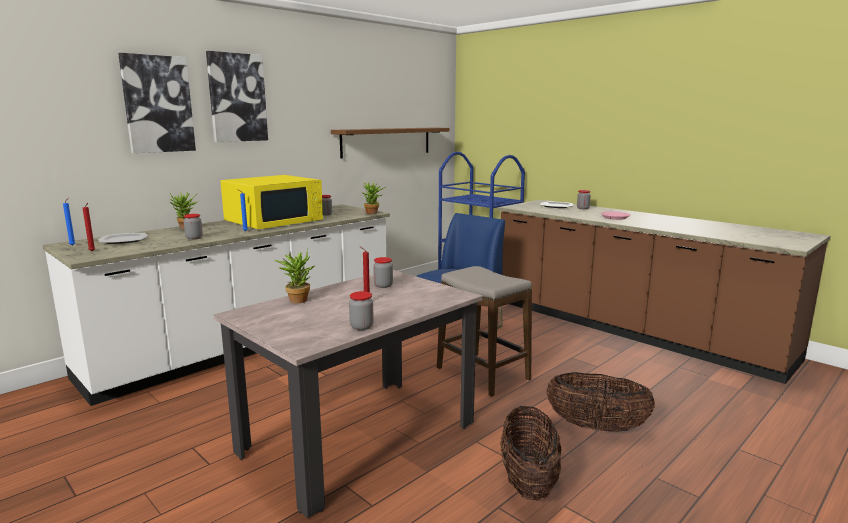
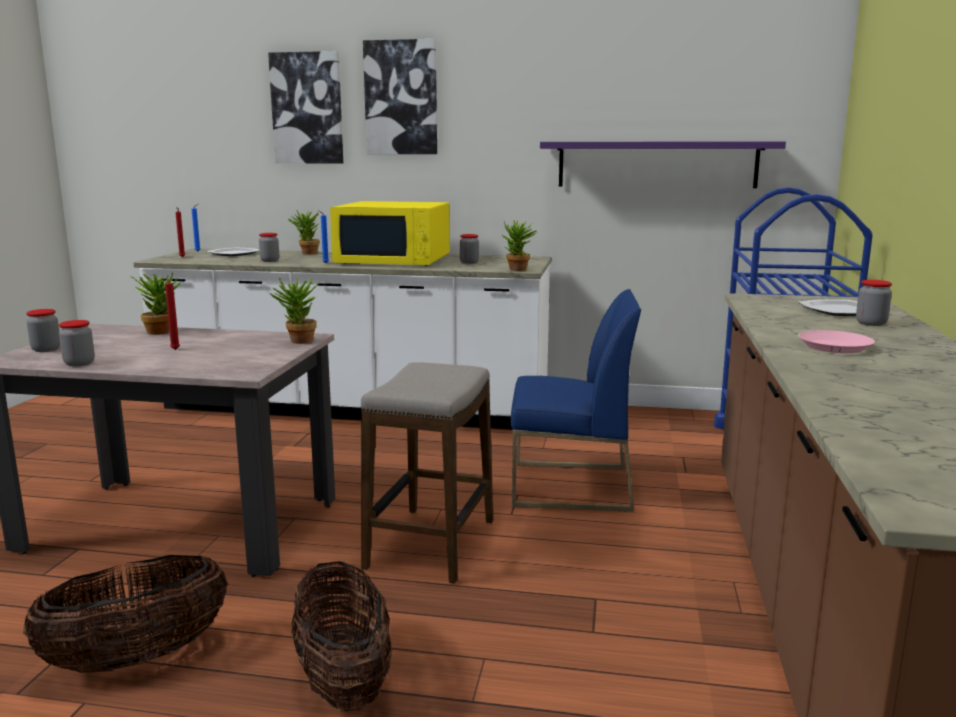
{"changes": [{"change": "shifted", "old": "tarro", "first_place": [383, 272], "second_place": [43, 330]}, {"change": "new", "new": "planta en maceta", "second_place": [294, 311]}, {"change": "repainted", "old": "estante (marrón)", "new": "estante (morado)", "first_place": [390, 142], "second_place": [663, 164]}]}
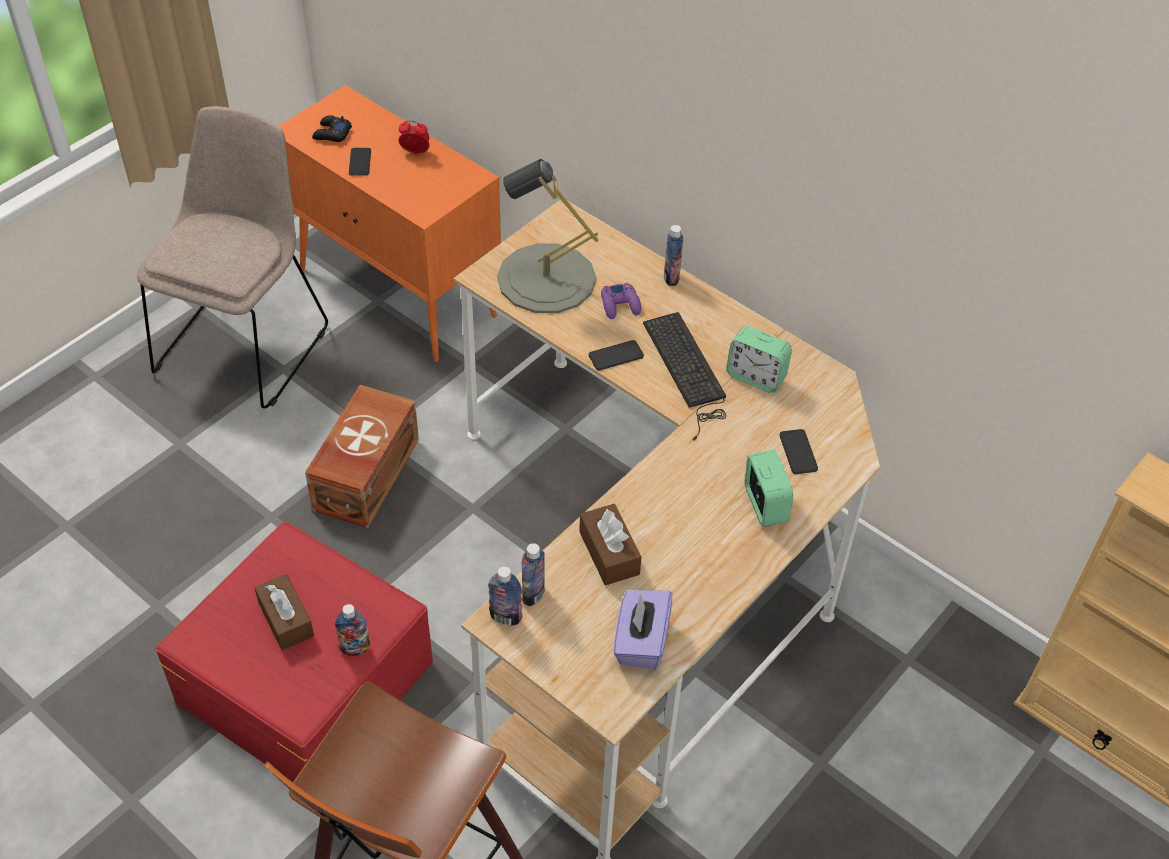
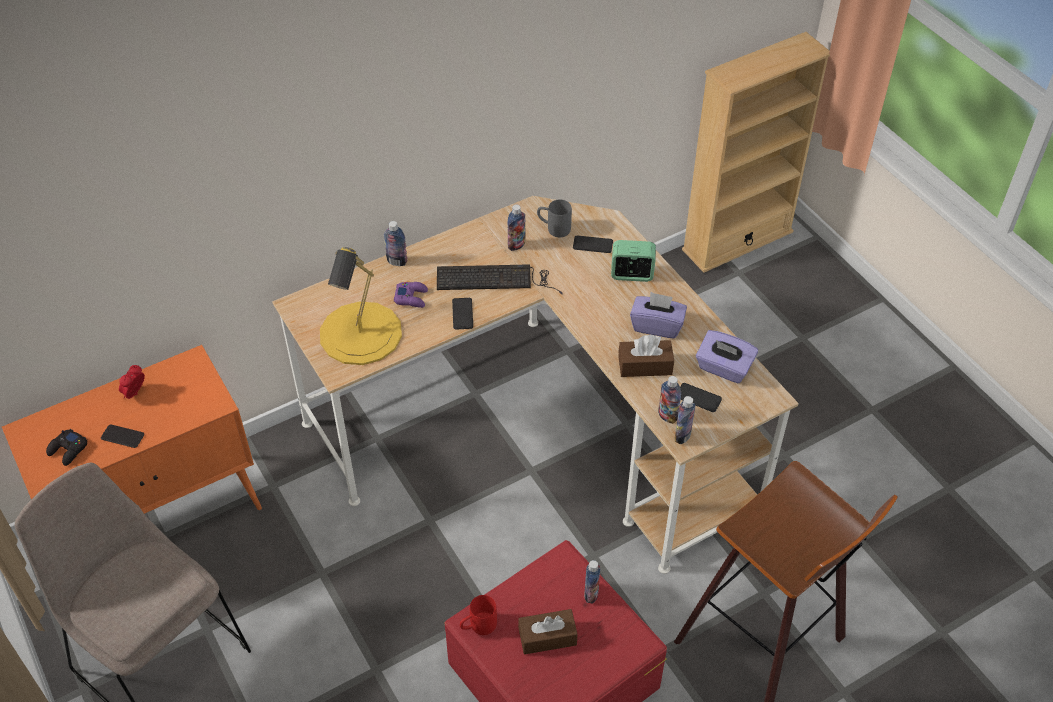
{"changes": [{"change": "repainted", "old": "lámpara de mesa (gris)", "new": "lámpara de mesa (amarillo)", "first_place": [547, 236], "second_place": [361, 306]}, {"change": "new", "new": "taza grande (rojo)", "second_place": [478, 615]}, {"change": "swapped", "old": "despertador", "new": "botella", "first_place": [759, 359], "second_place": [516, 227]}, {"change": "new", "new": "taza grande (gris)", "second_place": [554, 218]}, {"change": "new", "new": "caja de pañuelos (morado)", "second_place": [658, 315]}, {"change": "new", "new": "móvil", "second_place": [701, 397]}, {"change": "gone", "old": "caja de almacenaje (marrón)", "first_place": [362, 456]}]}
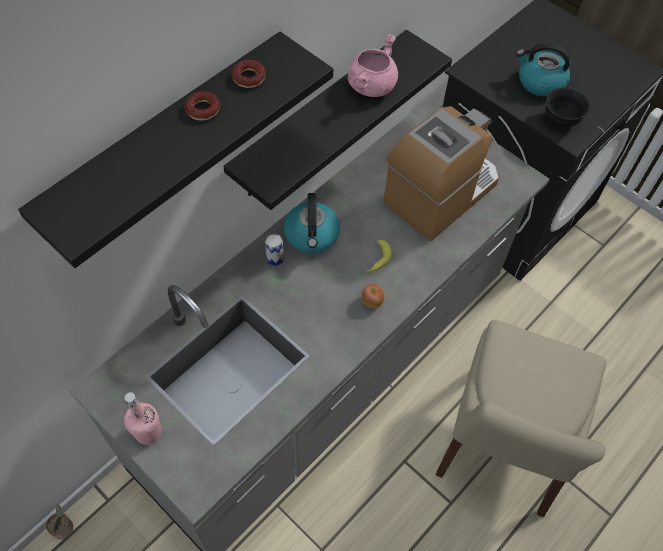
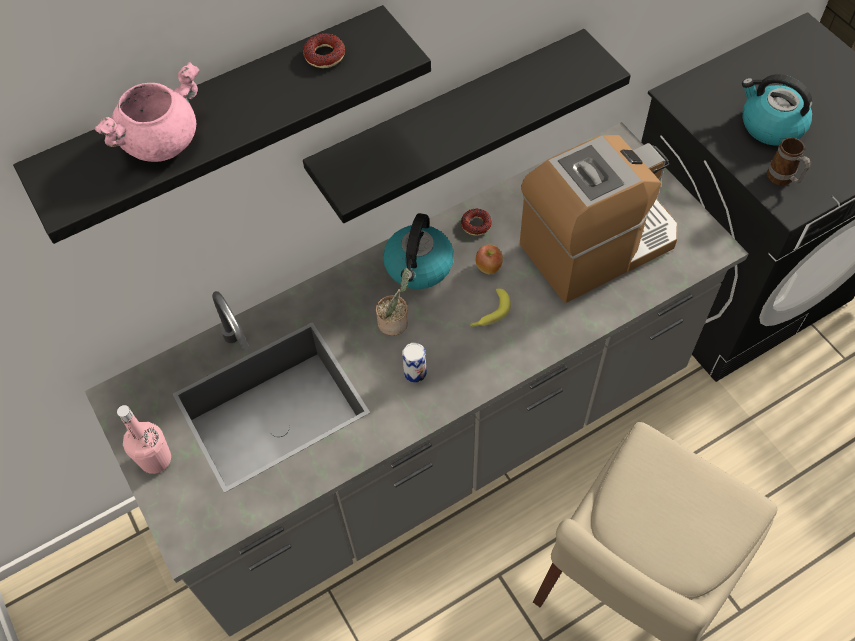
{"changes": [{"change": "shifted", "old": "olla (rosa)", "first_place": [372, 65], "second_place": [147, 112]}, {"change": "shifted", "old": "planta en maceta", "first_place": [59, 522], "second_place": [392, 302]}, {"change": "shifted", "old": "lata", "first_place": [274, 250], "second_place": [414, 363]}, {"change": "shifted", "old": "rosquilla", "first_place": [202, 106], "second_place": [476, 222]}, {"change": "shifted", "old": "manzana", "first_place": [373, 296], "second_place": [489, 259]}, {"change": "swapped", "old": "cuenco (negro)", "new": "taza grande", "first_place": [568, 107], "second_place": [789, 161]}]}
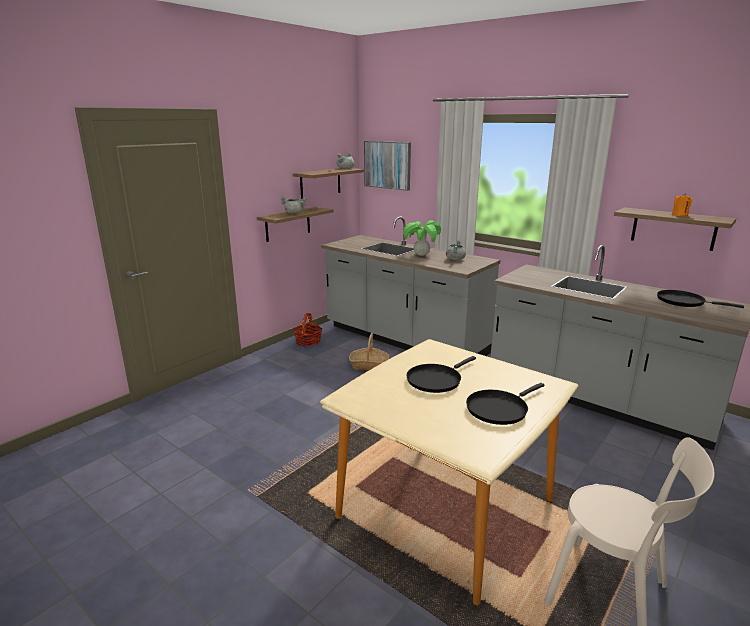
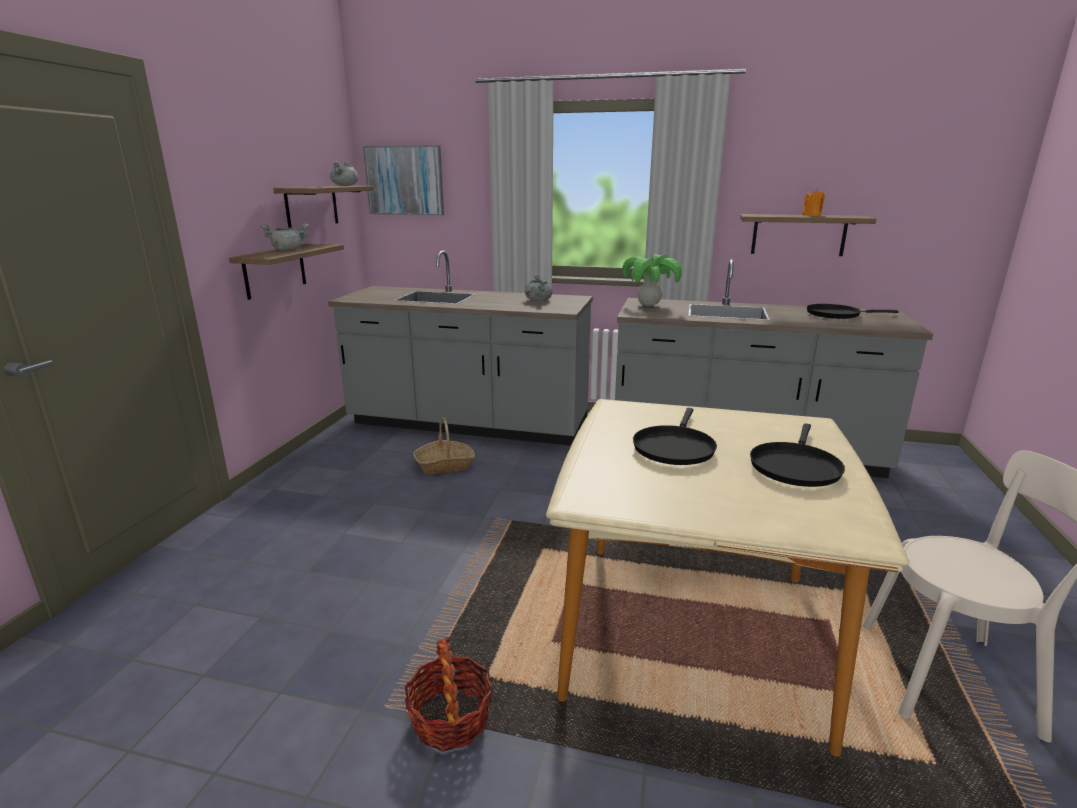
{"changes": [{"change": "shifted", "old": "cesta", "first_place": [307, 329], "second_place": [449, 694]}, {"change": "shifted", "old": "planta en maceta", "first_place": [422, 238], "second_place": [651, 280]}]}
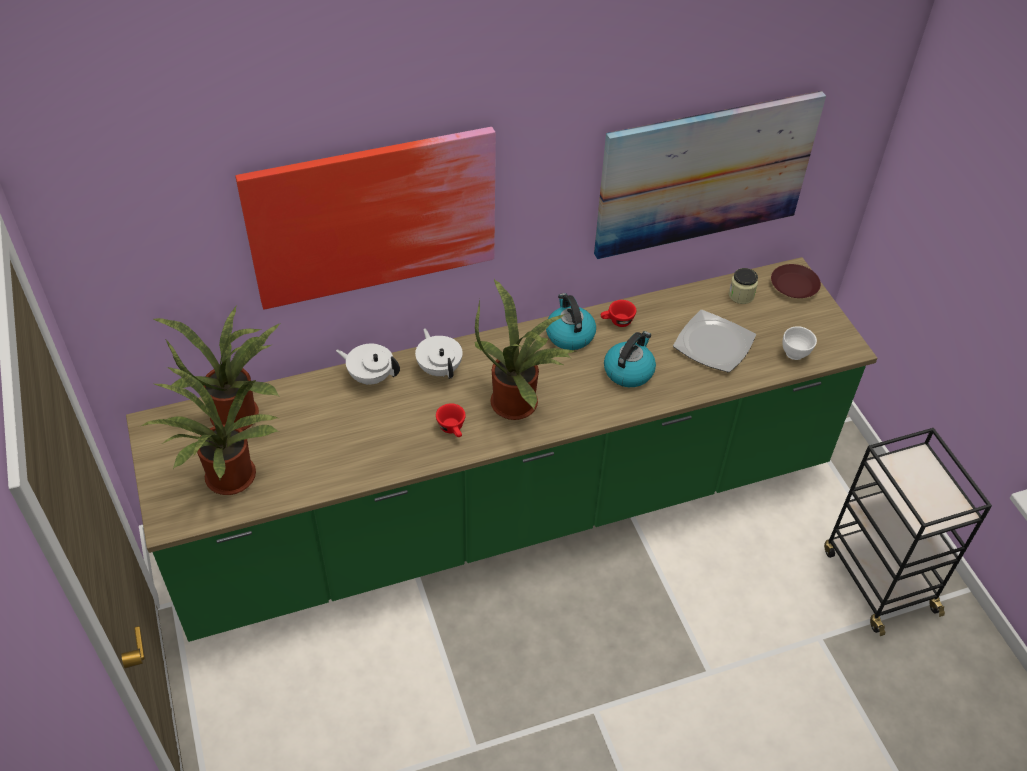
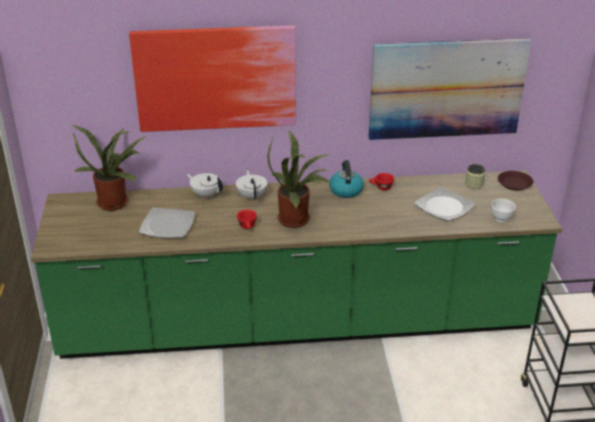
{"changes": [{"change": "new", "new": "plato", "second_place": [167, 222]}, {"change": "gone", "old": "planta en maceta", "first_place": [210, 431]}, {"change": "gone", "old": "hervidor", "first_place": [630, 359]}]}
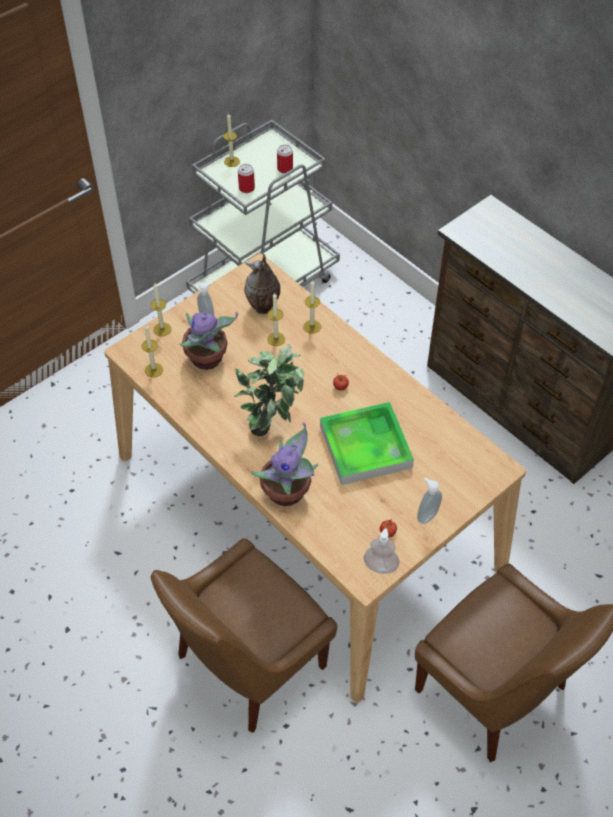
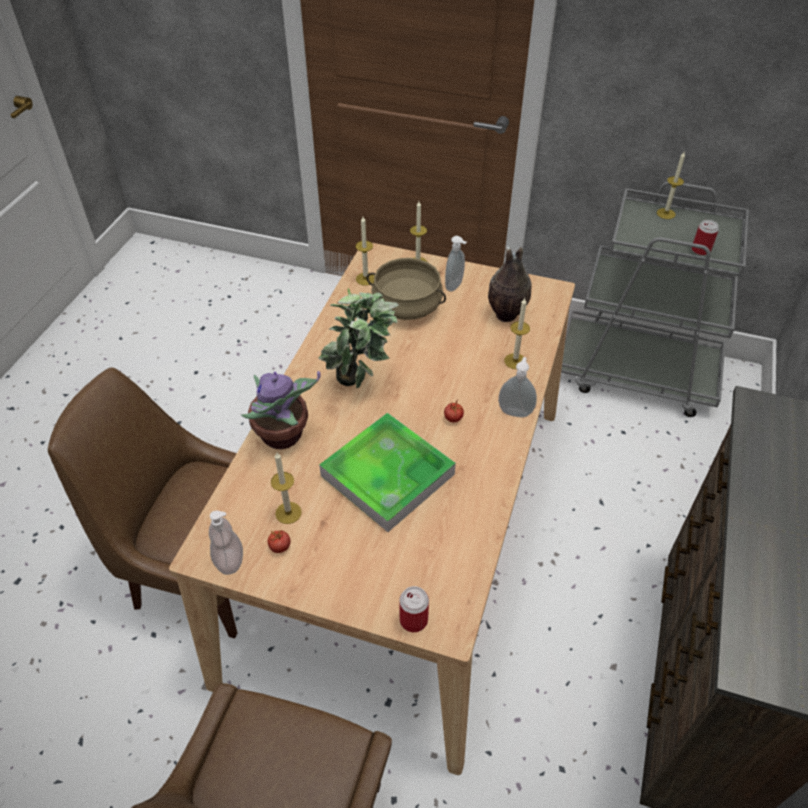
{"changes": [{"change": "shifted", "old": "vela", "first_place": [276, 319], "second_place": [286, 488]}, {"change": "swapped", "old": "planta en maceta", "new": "olla (beis)", "first_place": [208, 341], "second_place": [406, 289]}, {"change": "shifted", "old": "lata", "first_place": [246, 178], "second_place": [414, 609]}, {"change": "shifted", "old": "dispensador de jabón", "first_place": [429, 501], "second_place": [517, 387]}]}
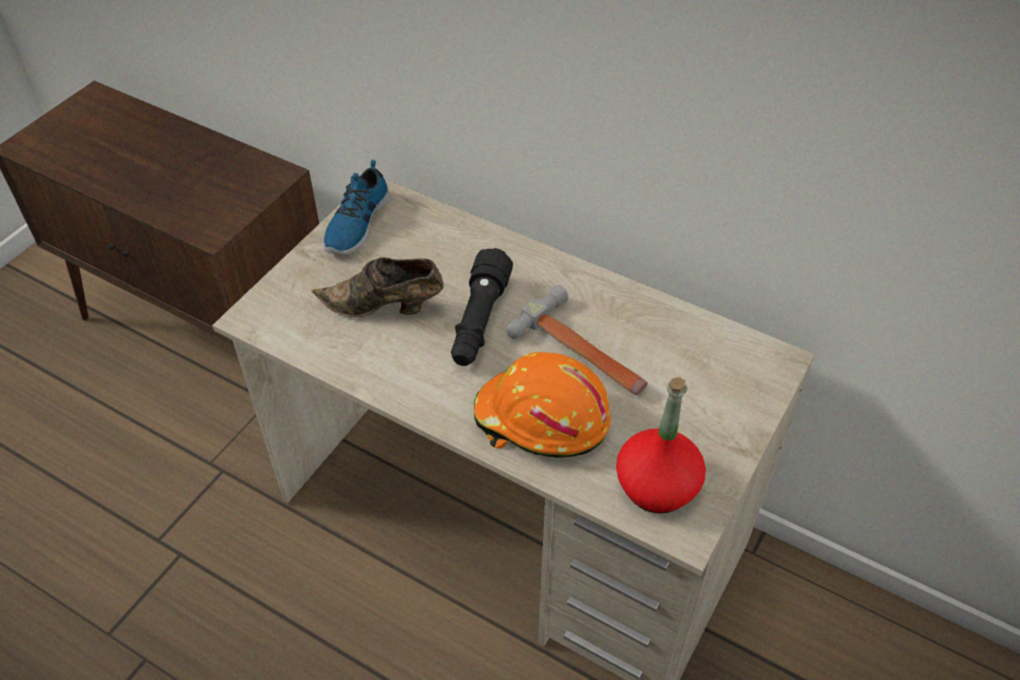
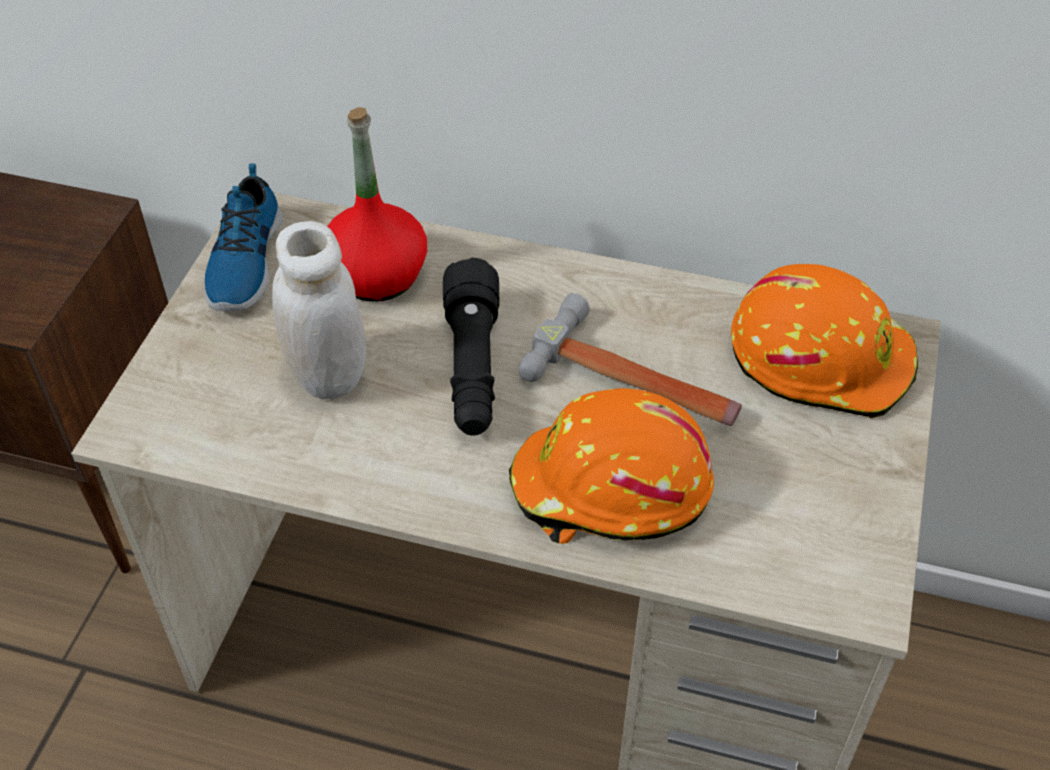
{"changes": [{"change": "swapped", "old": "zapato (marrón)", "new": "tarro (blanco)", "first_place": [378, 287], "second_place": [319, 310]}, {"change": "shifted", "old": "botella (rojo)", "first_place": [661, 445], "second_place": [377, 204]}, {"change": "new", "new": "casco (naranja)", "second_place": [824, 341]}]}
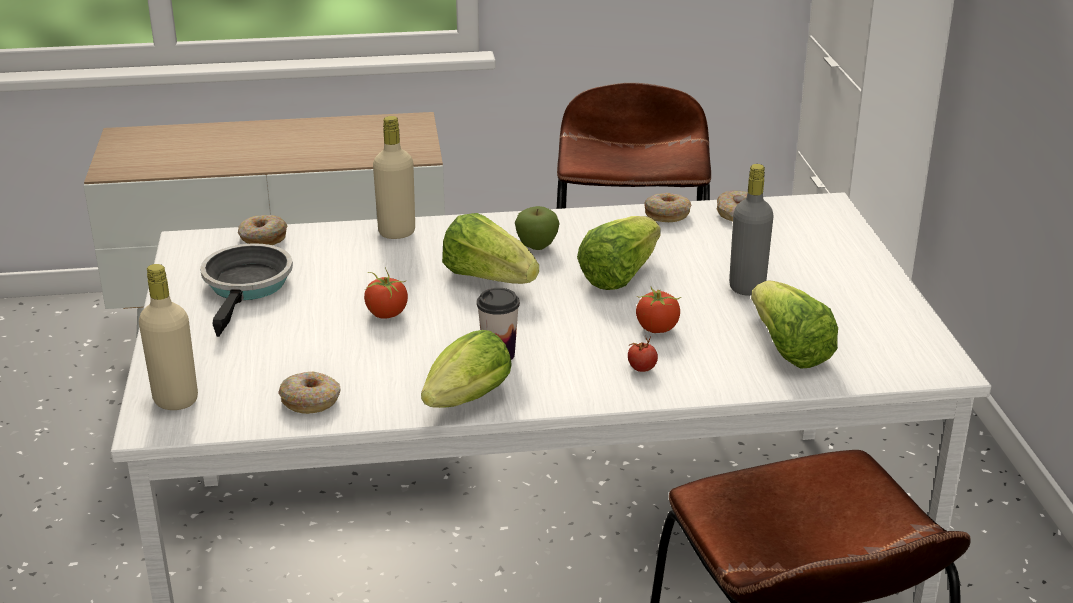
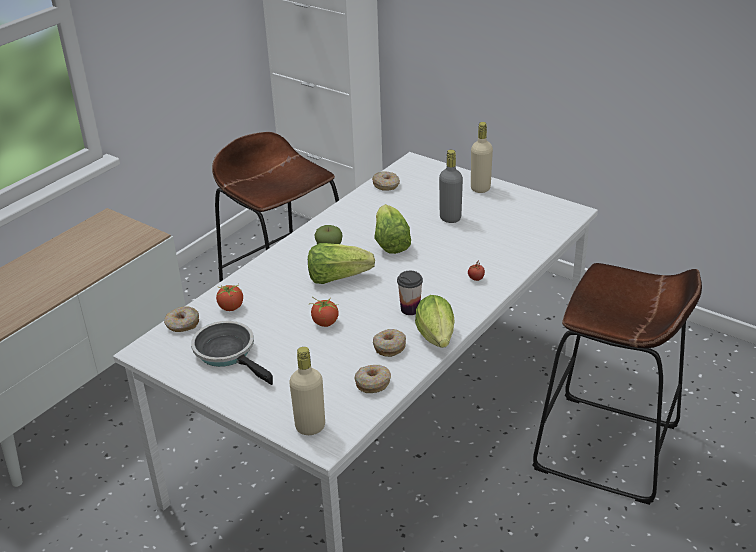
{"changes": [{"change": "shifted", "old": "tomate", "first_place": [659, 310], "second_place": [229, 298]}, {"change": "shifted", "old": "rosquilla", "first_place": [667, 207], "second_place": [389, 343]}, {"change": "shifted", "old": "botella (beis)", "first_place": [394, 177], "second_place": [482, 157]}, {"change": "gone", "old": "lechuga", "first_place": [794, 324]}]}
